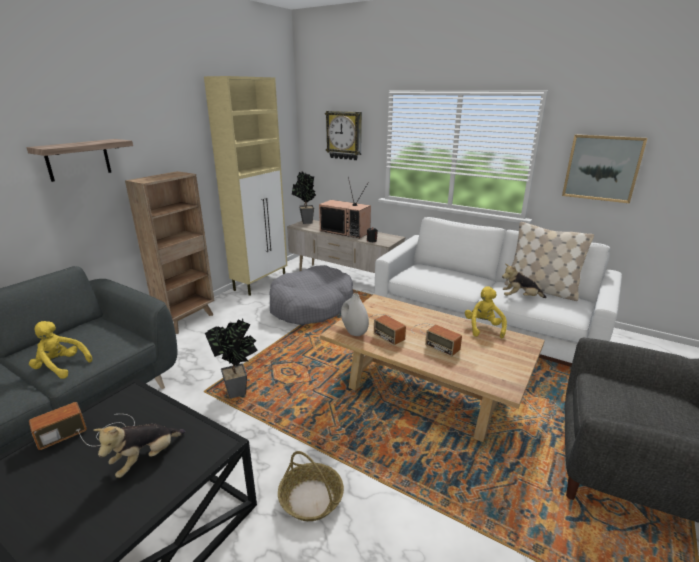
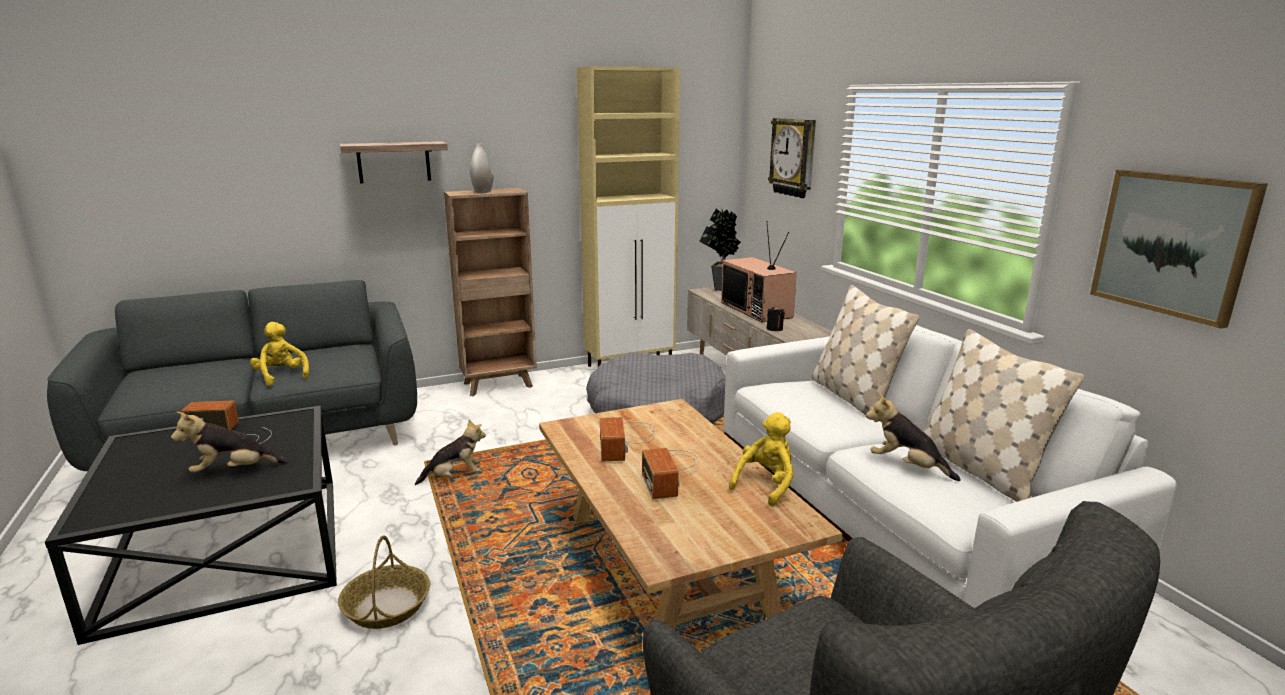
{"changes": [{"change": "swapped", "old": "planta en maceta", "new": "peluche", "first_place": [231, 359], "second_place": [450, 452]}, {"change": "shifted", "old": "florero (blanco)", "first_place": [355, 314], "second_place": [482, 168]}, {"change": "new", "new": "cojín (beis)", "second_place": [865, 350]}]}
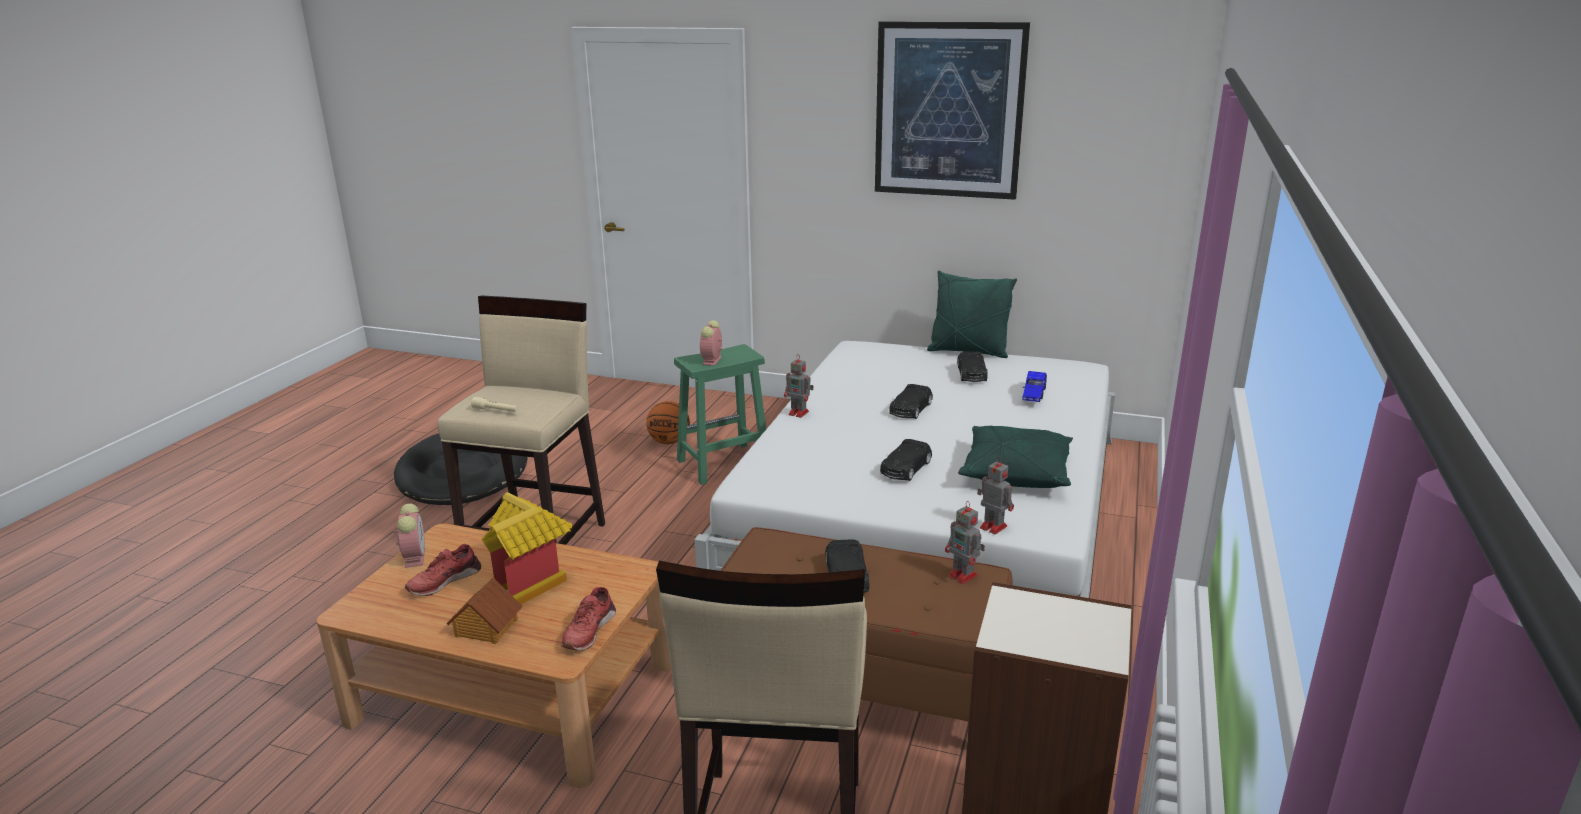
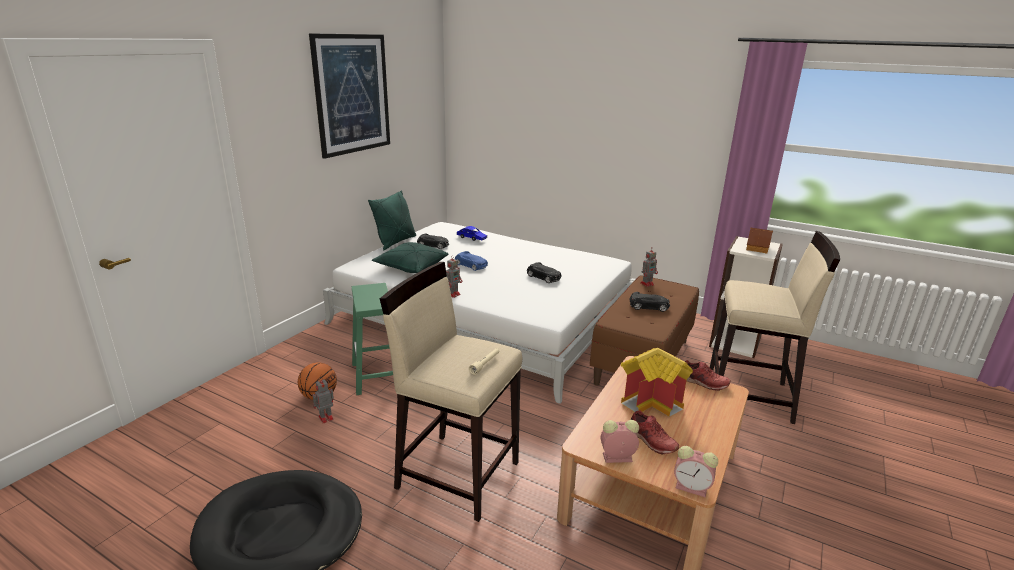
{"changes": [{"change": "shifted", "old": "robot de juguete", "first_place": [995, 495], "second_place": [323, 400]}, {"change": "shifted", "old": "cojín (verde)", "first_place": [1015, 457], "second_place": [410, 257]}, {"change": "repainted", "old": "coche de juguete (negro)", "new": "coche de juguete (azul)", "first_place": [911, 401], "second_place": [471, 261]}, {"change": "shifted", "old": "despertador", "first_place": [711, 343], "second_place": [696, 472]}, {"change": "shifted", "old": "casita", "first_place": [484, 610], "second_place": [759, 240]}]}
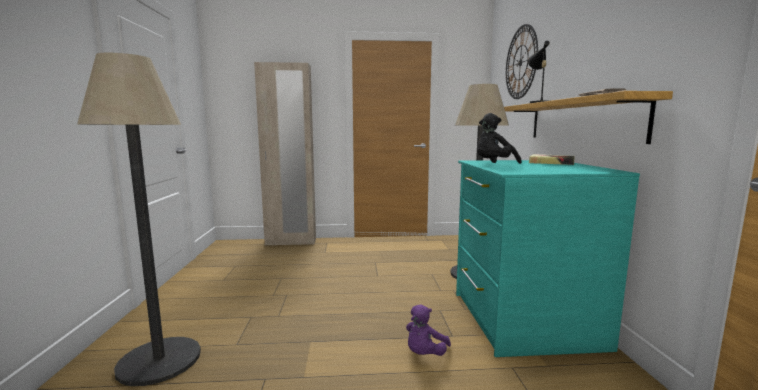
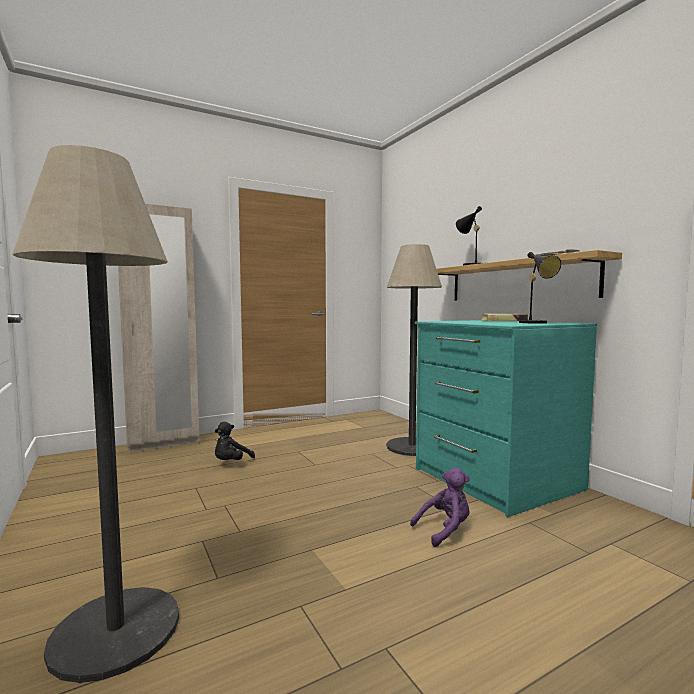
{"changes": [{"change": "shifted", "old": "peluche (negro)", "first_place": [499, 138], "second_place": [235, 441]}, {"change": "rotated", "old": "peluche (morado)", "first_place": [428, 330], "second_place": [440, 507], "degrees": -120}, {"change": "new", "new": "lámpara de mesa (negro)", "second_place": [540, 288]}, {"change": "gone", "old": "reloj de pared", "first_place": [522, 61]}]}
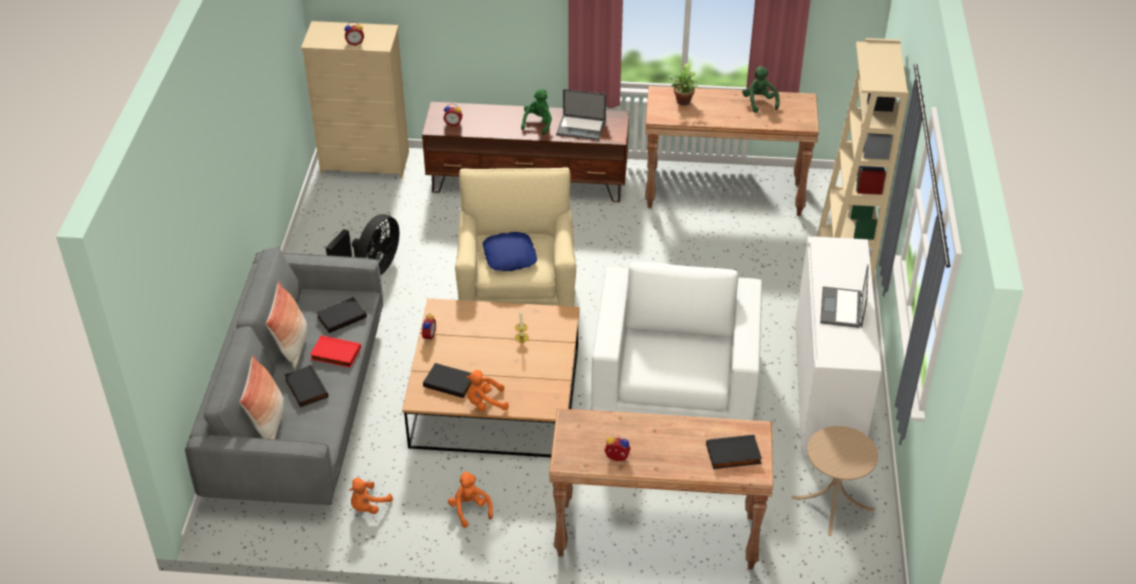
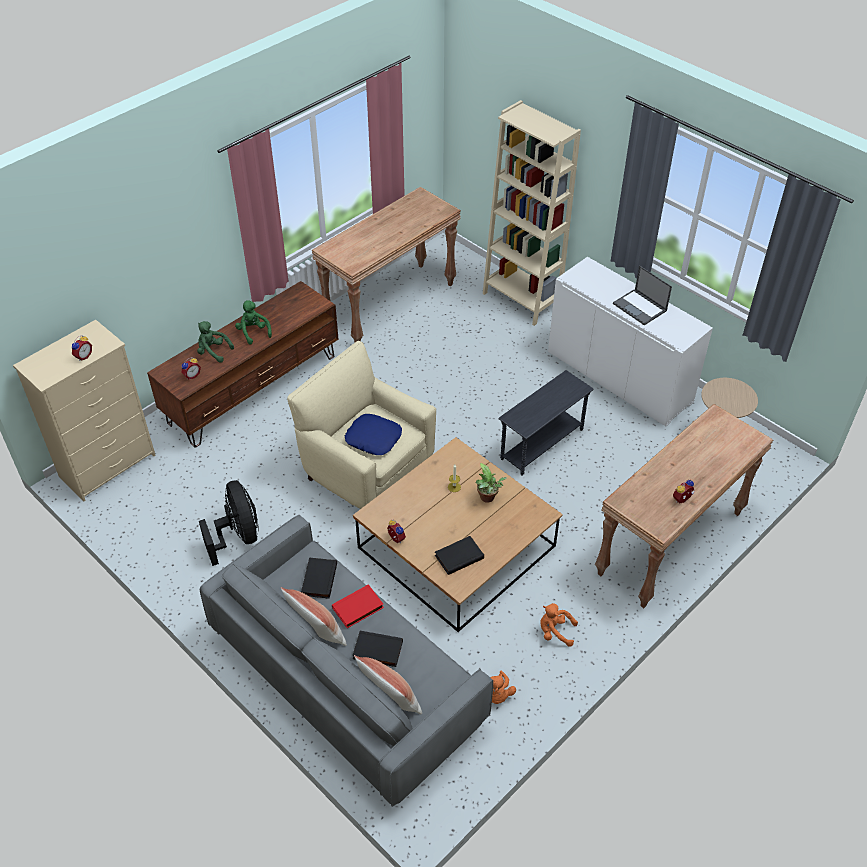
{"changes": [{"change": "shifted", "old": "peluche (verde)", "first_place": [760, 89], "second_place": [215, 342]}, {"change": "shifted", "old": "planta en maceta", "first_place": [684, 84], "second_place": [491, 483]}, {"change": "swapped", "old": "sillón (blanco)", "new": "mesa auxiliar (gris)", "first_place": [676, 341], "second_place": [546, 423]}, {"change": "gone", "old": "peluche (naranja)", "first_place": [487, 390]}, {"change": "gone", "old": "portátil", "first_place": [581, 114]}, {"change": "gone", "old": "libro (negro)", "first_place": [734, 452]}]}
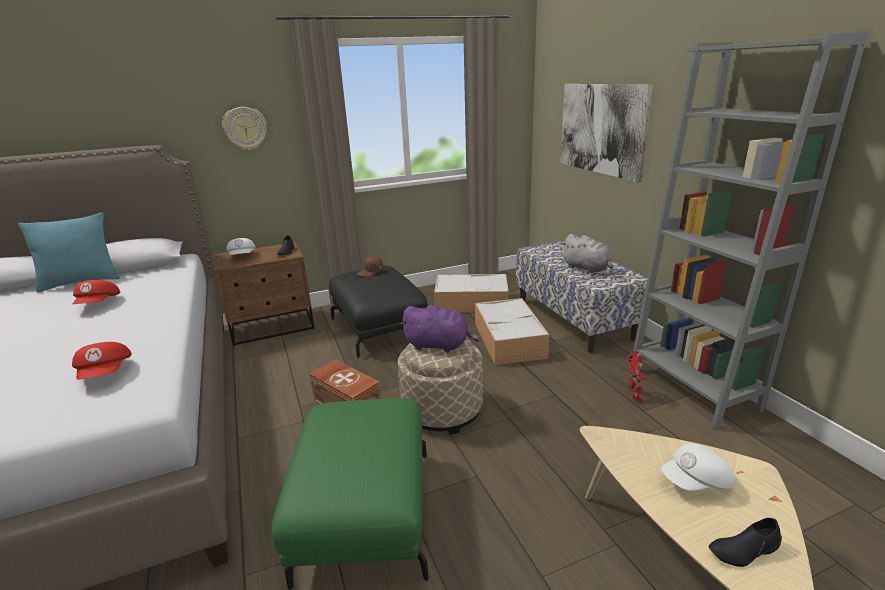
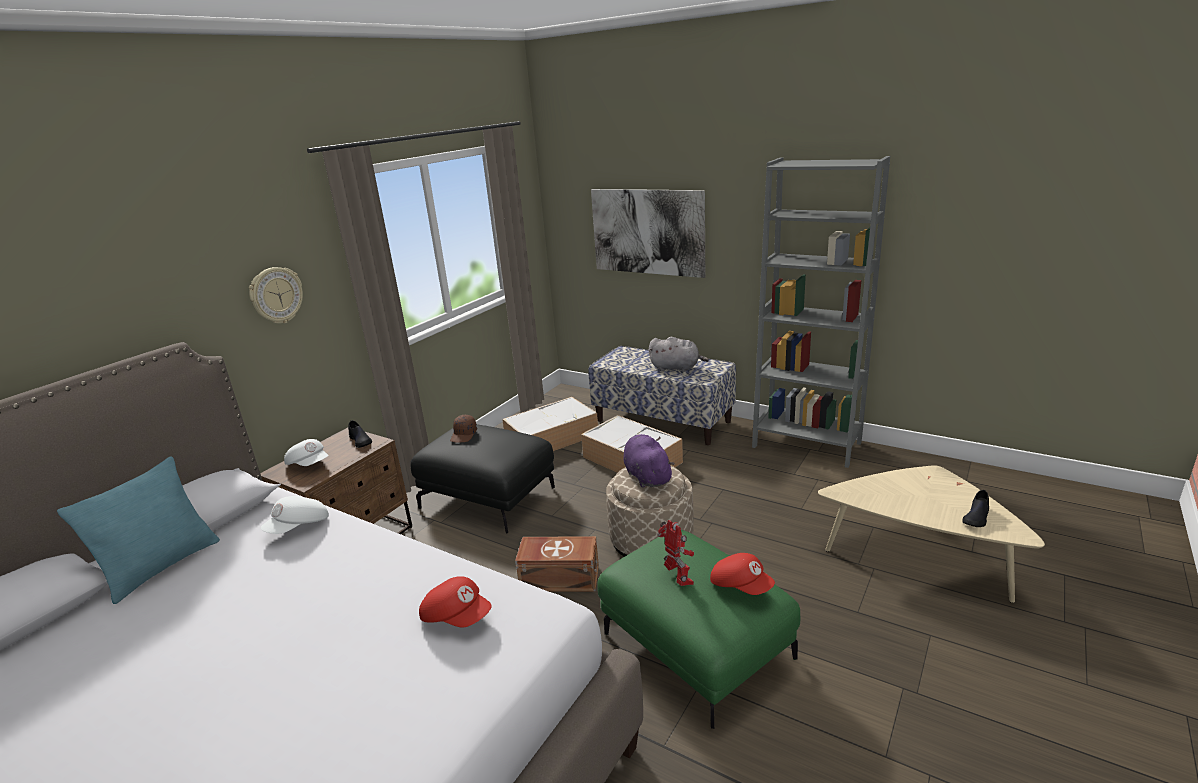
{"changes": [{"change": "shifted", "old": "gorra (blanco)", "first_place": [698, 467], "second_place": [294, 515]}, {"change": "rotated", "old": "peluche (morado)", "first_place": [440, 329], "second_place": [649, 461], "degrees": -90}, {"change": "shifted", "old": "robot de juguete", "first_place": [637, 376], "second_place": [675, 553]}, {"change": "shifted", "old": "gorra (rojo)", "first_place": [96, 292], "second_place": [742, 574]}]}
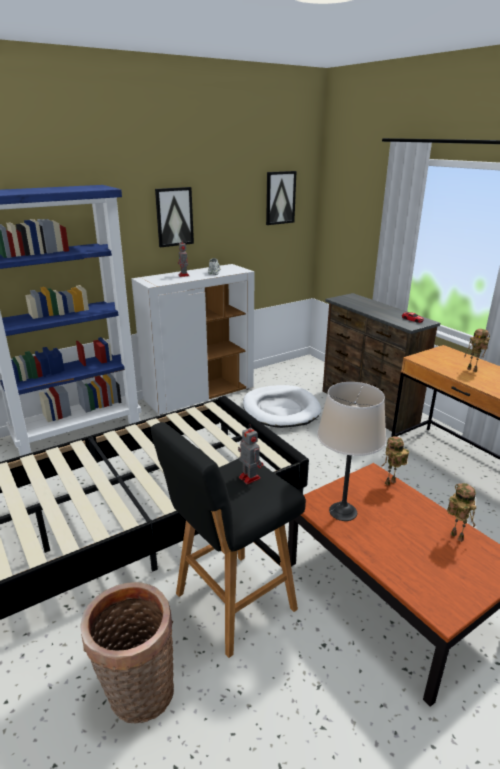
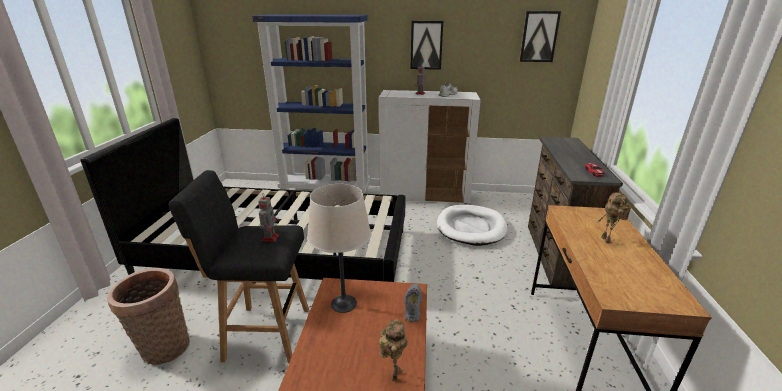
{"changes": [{"change": "swapped", "old": "robot de juguete", "new": "zapato (gris)", "first_place": [395, 461], "second_place": [413, 303]}]}
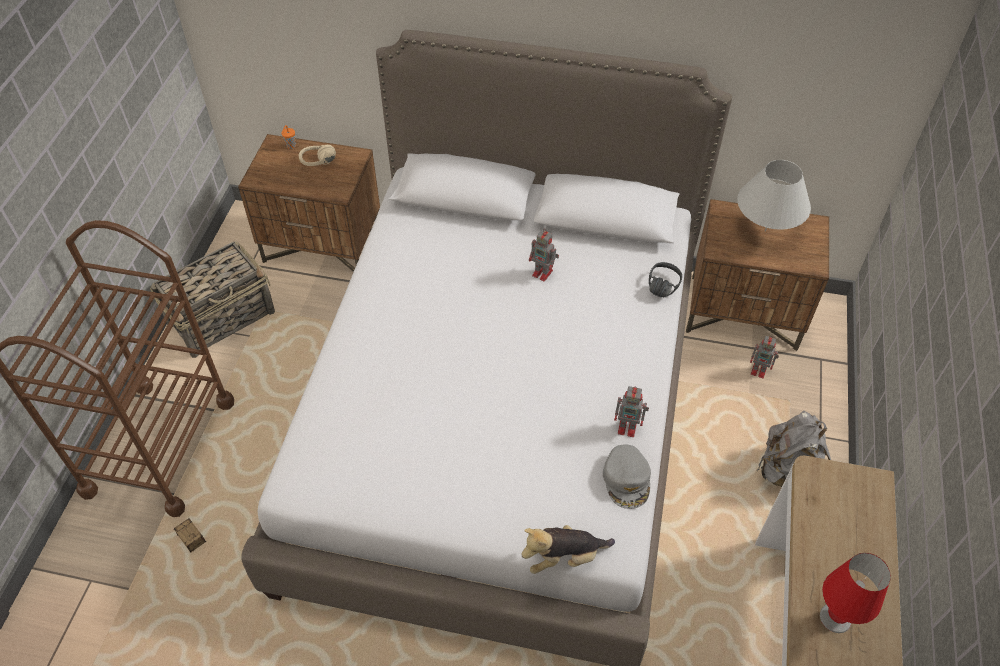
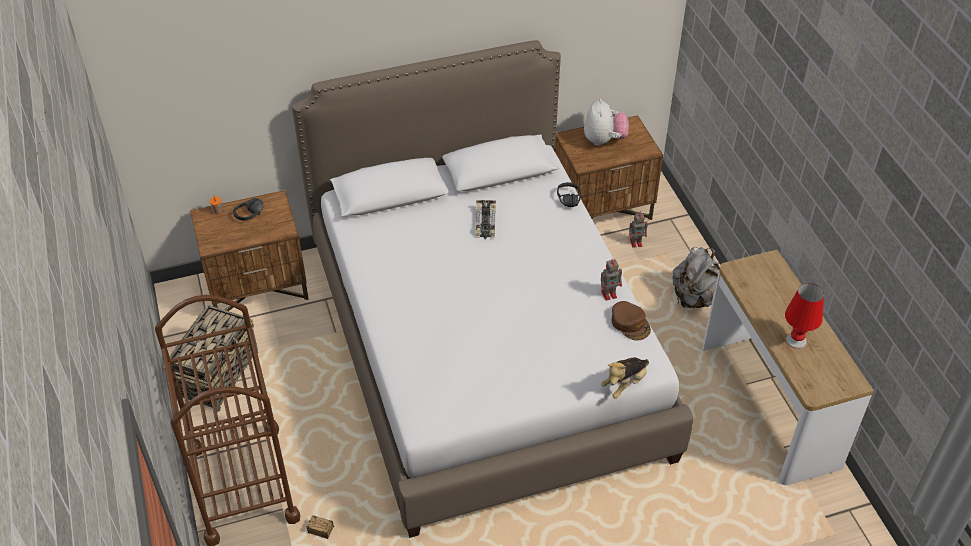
{"changes": [{"change": "repainted", "old": "auriculares (beis)", "new": "auriculares (negro)", "first_place": [317, 155], "second_place": [248, 209]}, {"change": "swapped", "old": "robot de juguete", "new": "coche de juguete", "first_place": [544, 255], "second_place": [486, 219]}, {"change": "swapped", "old": "lámpara de mesa (blanco)", "new": "peluche", "first_place": [774, 196], "second_place": [606, 122]}, {"change": "repainted", "old": "gorra (gris)", "new": "gorra (marrón)", "first_place": [627, 477], "second_place": [631, 321]}]}
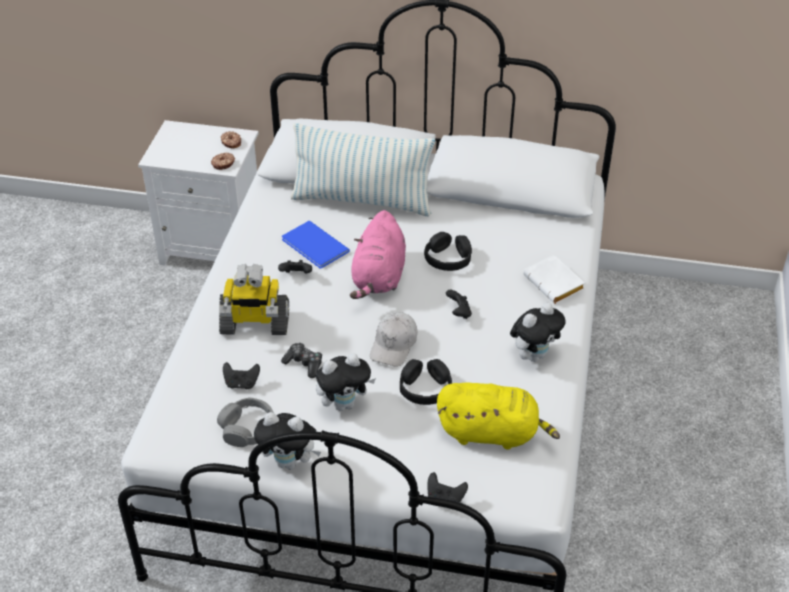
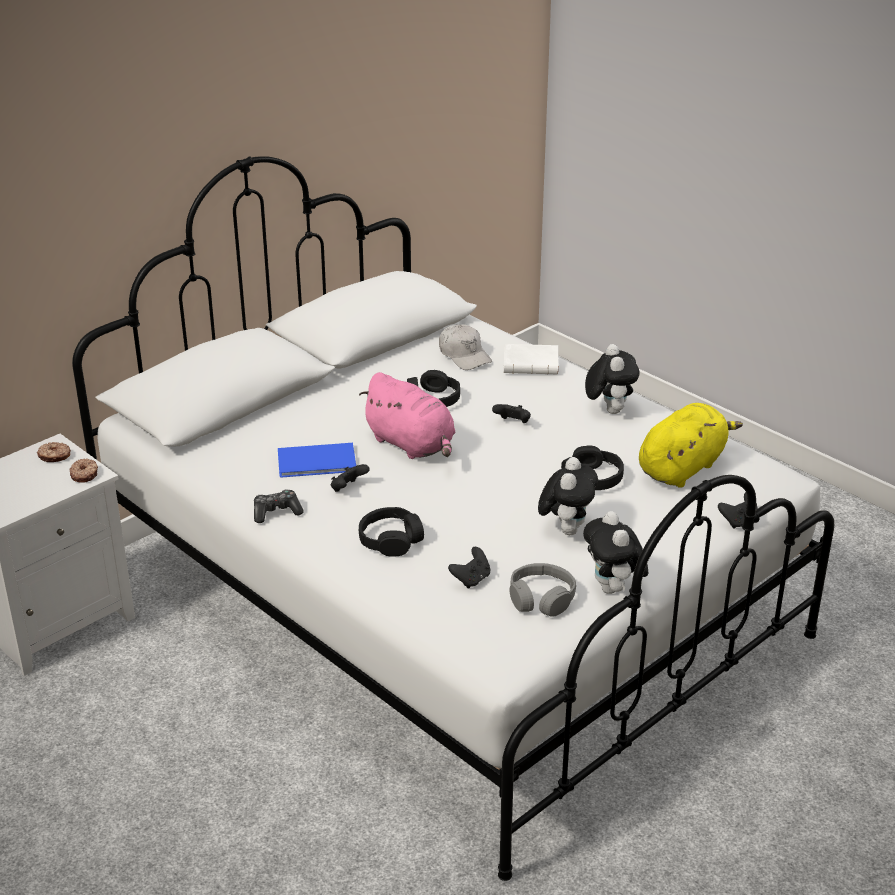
{"changes": [{"change": "shifted", "old": "mando de consola", "first_place": [301, 360], "second_place": [279, 506]}, {"change": "swapped", "old": "robot de juguete", "new": "auriculares (negro)", "first_place": [254, 299], "second_place": [391, 532]}, {"change": "shifted", "old": "gorra (blanco)", "first_place": [393, 339], "second_place": [465, 347]}, {"change": "rotated", "old": "peluche", "first_place": [287, 441], "second_place": [615, 552], "degrees": 120}, {"change": "gone", "old": "cojín", "first_place": [362, 169]}]}
